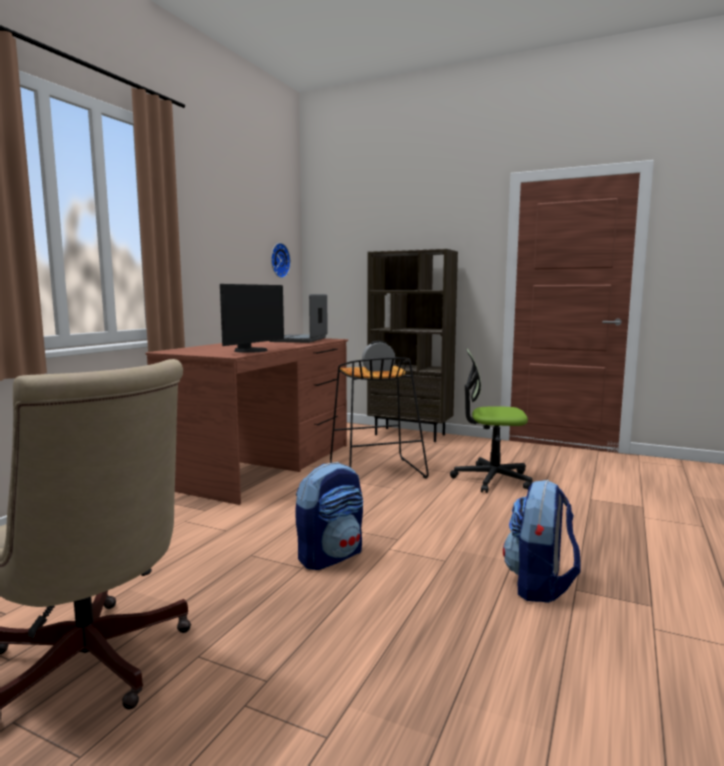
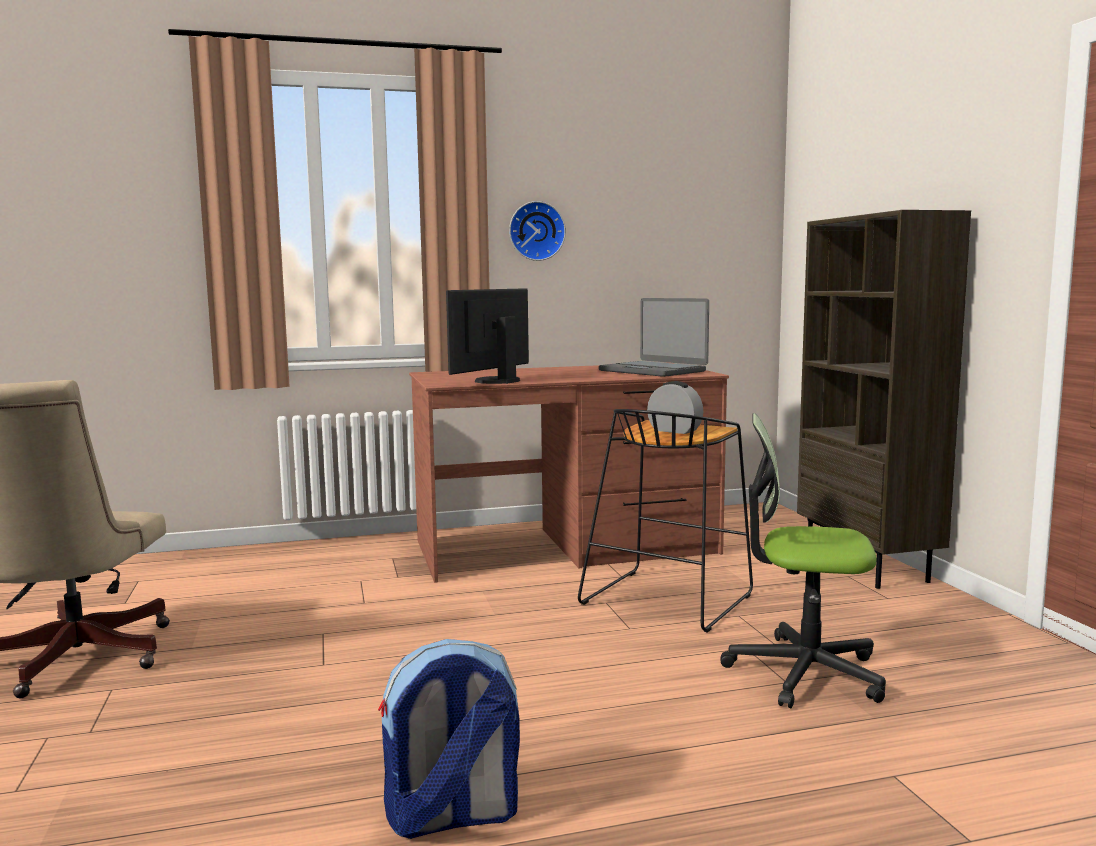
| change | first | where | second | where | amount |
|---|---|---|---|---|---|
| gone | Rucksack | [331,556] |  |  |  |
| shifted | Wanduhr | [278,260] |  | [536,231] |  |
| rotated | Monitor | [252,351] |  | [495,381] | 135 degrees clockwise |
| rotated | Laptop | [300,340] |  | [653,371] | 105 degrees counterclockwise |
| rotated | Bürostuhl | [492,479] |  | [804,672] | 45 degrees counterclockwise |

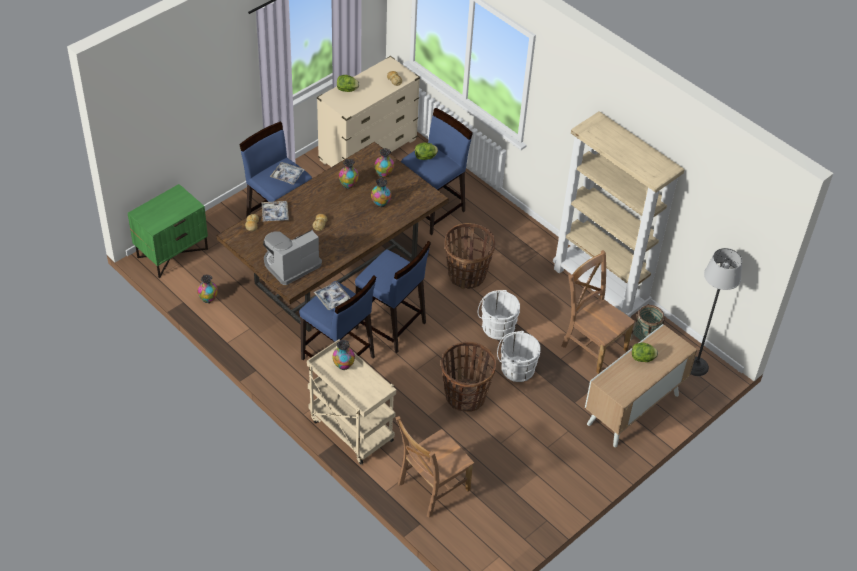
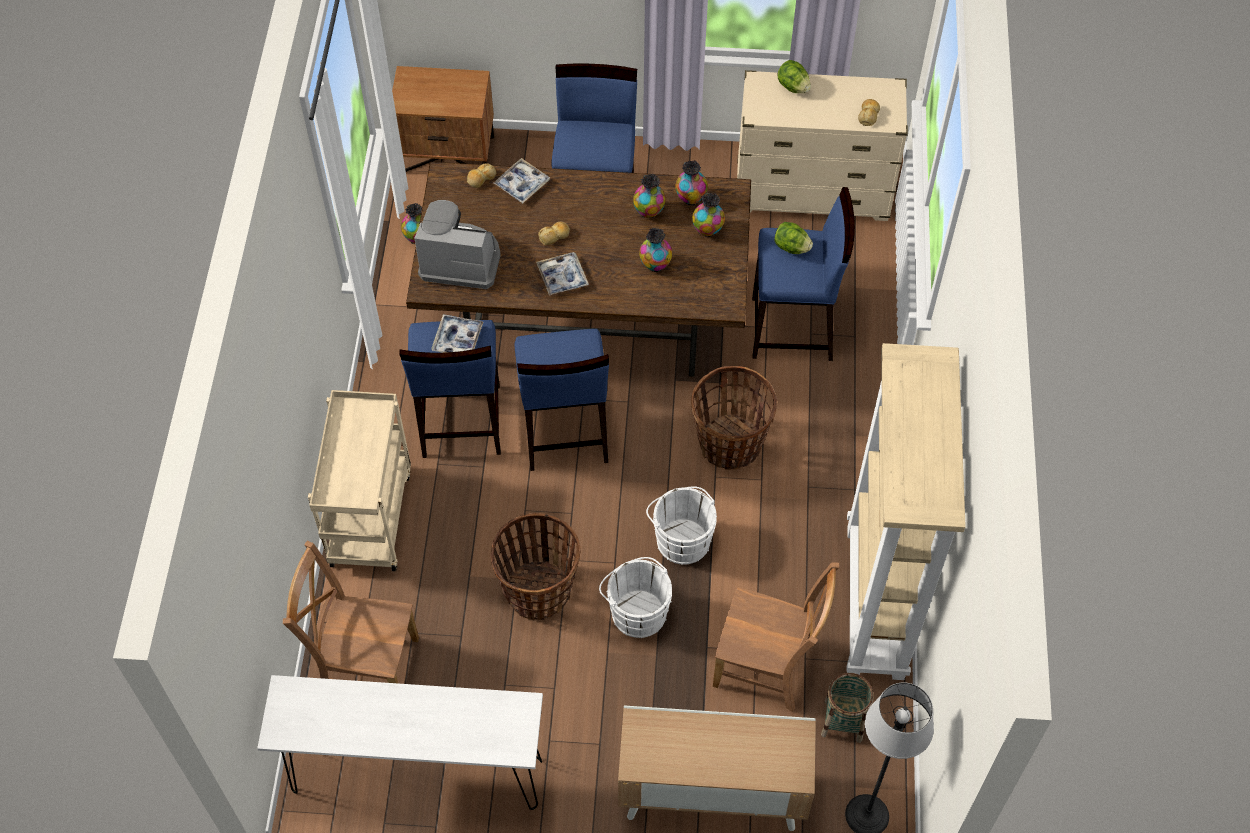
| change | first | where | second | where | amount |
|---|---|---|---|---|---|
| gone | Salatkopf | [643,358] |  |  |  |
| new |  |  | Konsolentisch/weiß | [417,776] |  |
| shifted | Tablett | [287,176] |  | [562,277] |  |
| shifted | Vase | [343,365] |  | [690,198] |  |
| repainted | Nachttisch/grün | [172,252] | Nachttisch/braun | [447,154] |  |
| rotated | Stuhl/braun | [592,346] |  | [767,667] | 105 degrees clockwise |

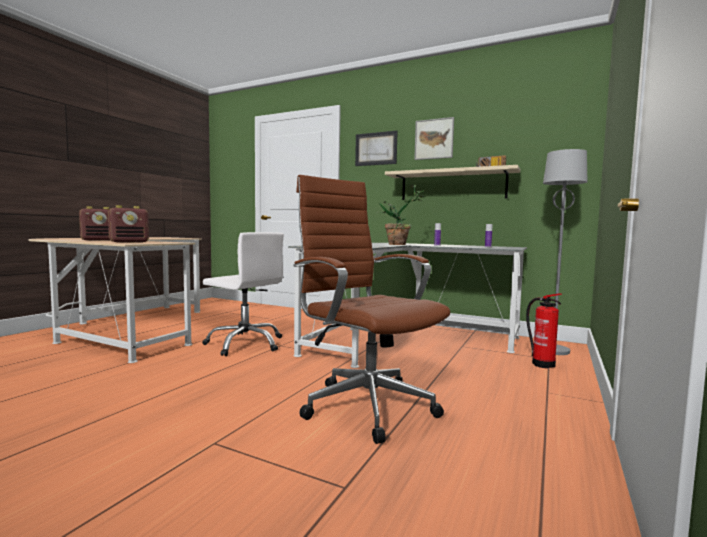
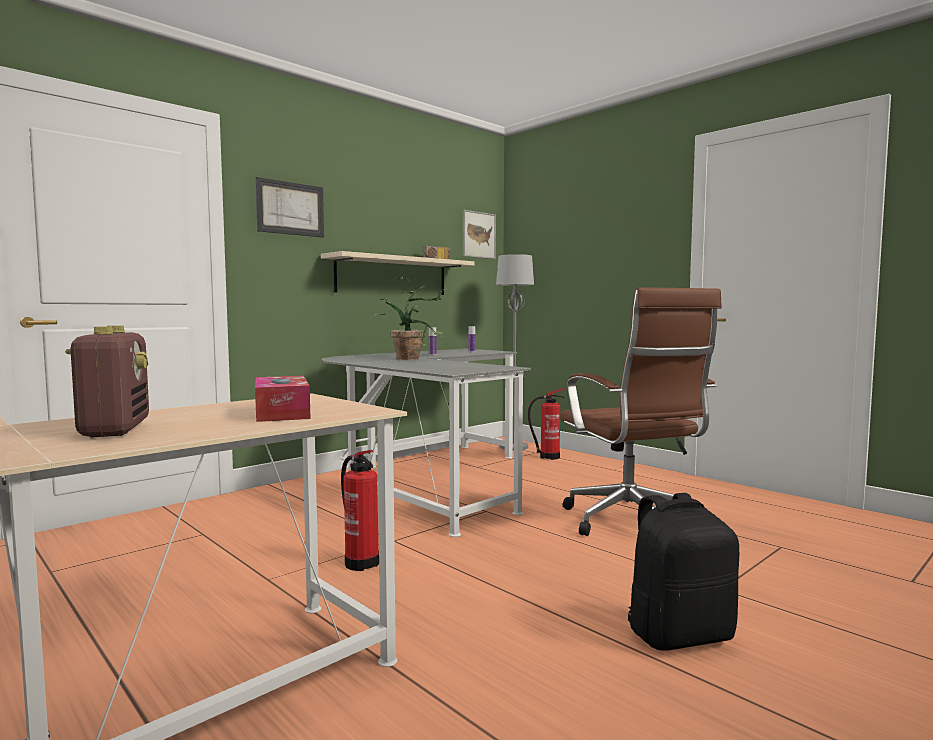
| change | first | where | second | where | amount |
|---|---|---|---|---|---|
| new |  |  | Rucksack/schwarz | [679,634] |  |
| shifted | Bild | [434,139] |  | [478,235] |  |
| swapped | Radio | [129,242] | Taschentuchbox | [282,412] |  |
| swapped | Bürostuhl/weiß | [245,344] | Feuerlöscher | [360,562] |  |
| rotated | Bürostuhl/braun | [365,405] |  | [632,523] | 90 degrees counterclockwise |

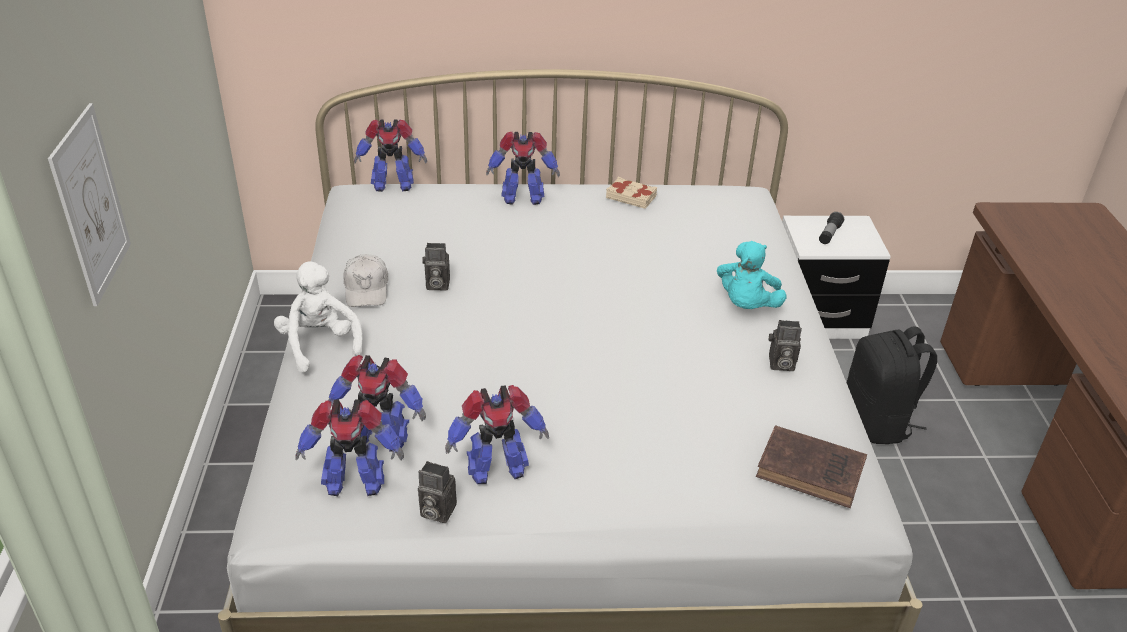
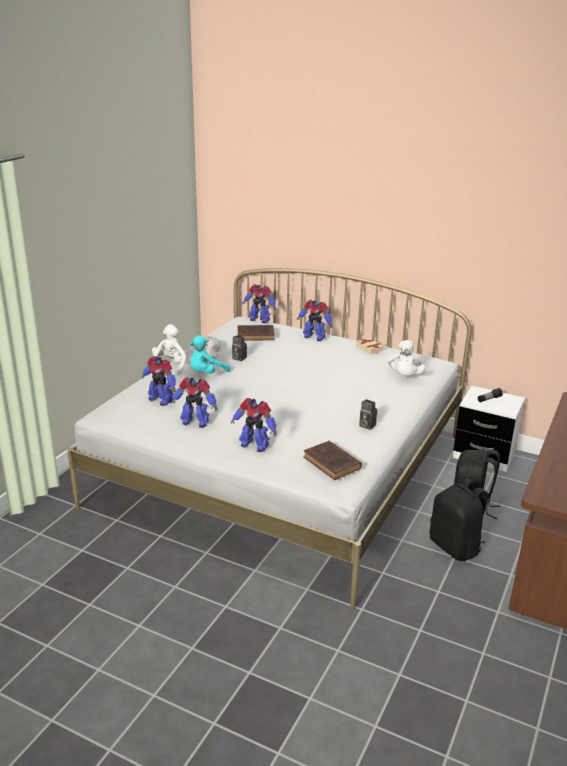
| change | first | where | second | where | amount |
|---|---|---|---|---|---|
| gone | Bild | [91,205] |  |  |  |
| gone | Kamera | [435,511] |  |  |  |
| new |  |  | Buch/braun | [257,335] |  |
| new |  |  | Plüschtier/weiß | [404,376] |  |
| new |  |  | Rucksack/schwarz | [455,547] |  |
| shifted | Spielzeugroboter | [353,482] |  | [254,445] |  |
| shifted | Plüschtier/türkis | [746,305] |  | [206,373] |  |

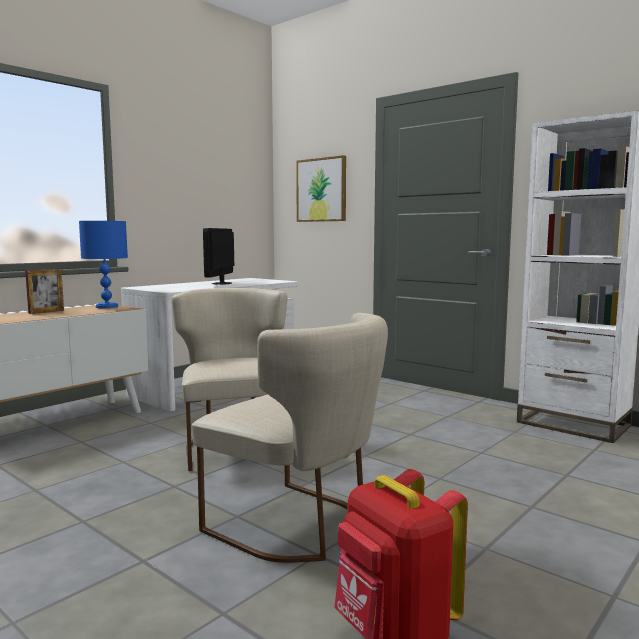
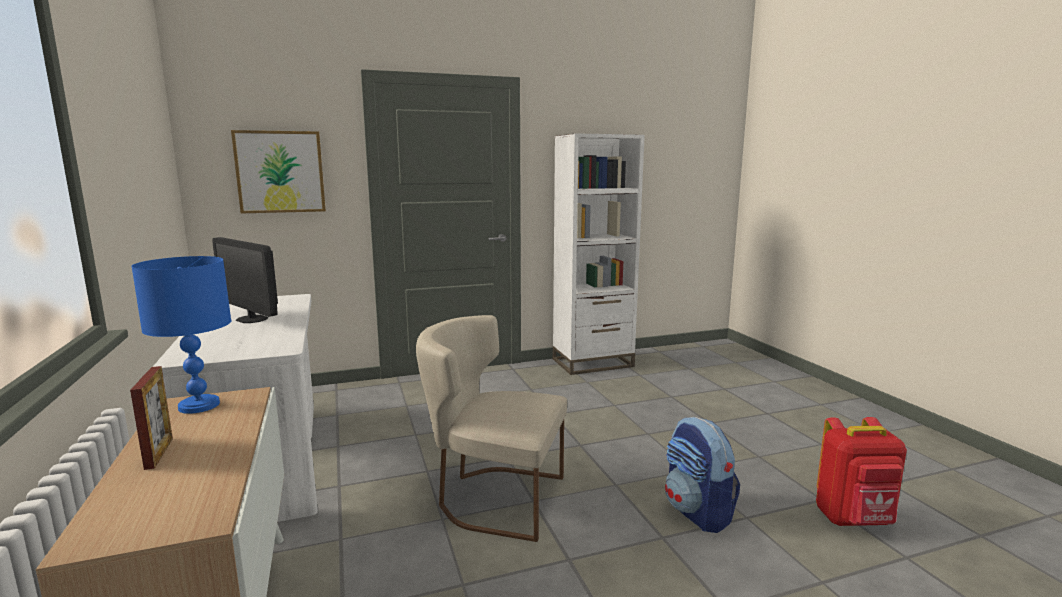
| change | first | where | second | where | amount |
|---|---|---|---|---|---|
| swapped | Stuhl/beige | [299,526] | Rucksack | [698,512] |  |

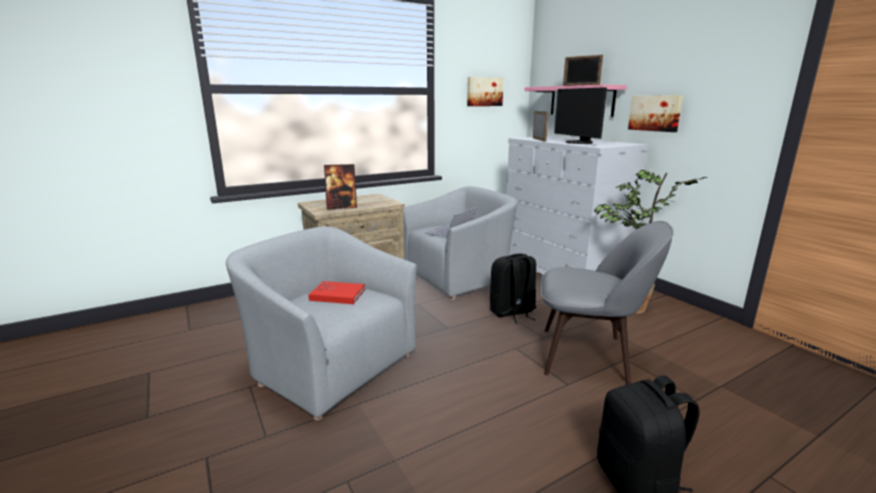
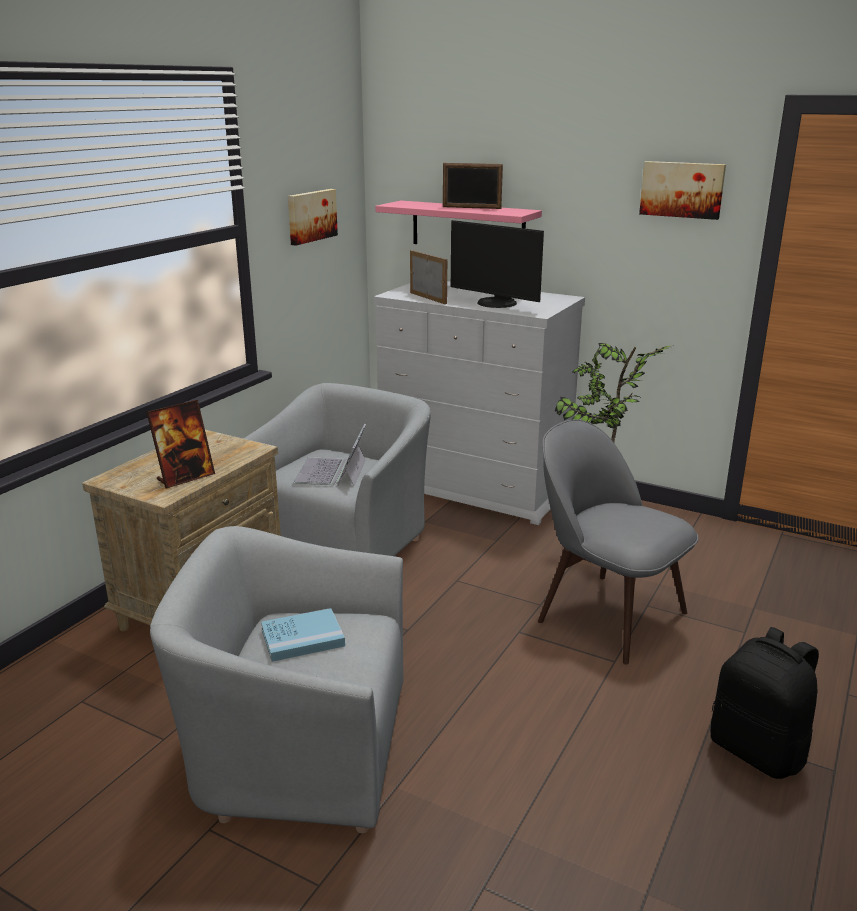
| change | first | where | second | where | amount |
|---|---|---|---|---|---|
| gone | Rucksack/schwarz | [512,312] |  |  |  |
| shifted | Bild | [655,113] |  | [682,189] |  |
| repainted | Buch/rot | [337,295] | Buch/blau | [302,638] |  |
| rotated | Stuhl/grau | [588,355] |  | [607,614] | 120 degrees counterclockwise |

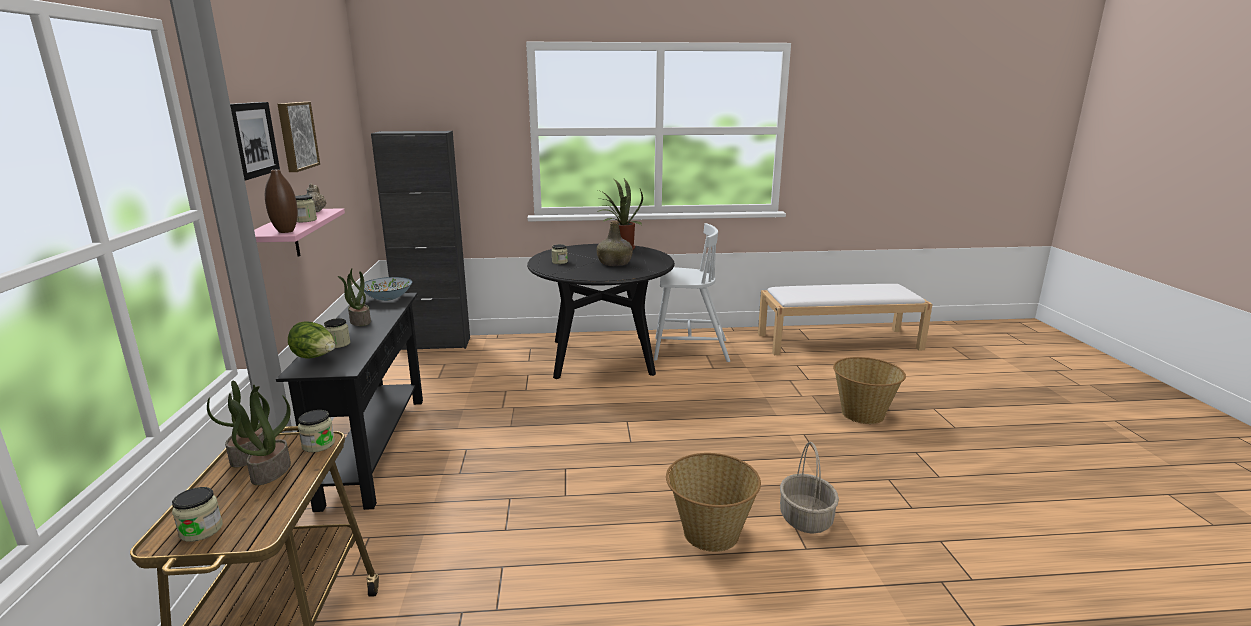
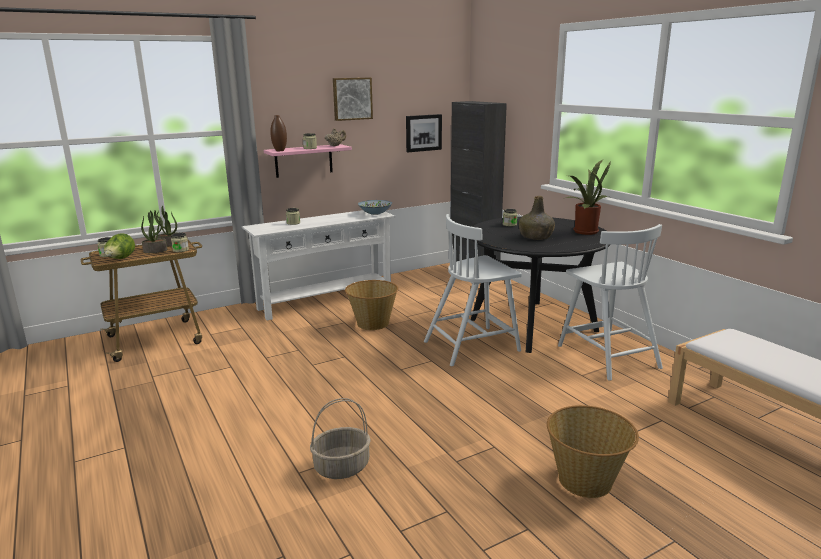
| change | first | where | second | where | amount |
|---|---|---|---|---|---|
| gone | Topfpflanze | [359,321] |  |  |  |
| new |  |  | Stuhl/weiß | [473,345] |  |
| shifted | Bild | [251,139] |  | [423,133] |  |
| shifted | Salatkopf | [315,357] |  | [120,259] |  |
| shifted | Korb | [710,533] |  | [372,323] |  |
| repainted | Konsolentisch/schwarz | [375,448] | Konsolentisch/weiß | [325,301] |  |

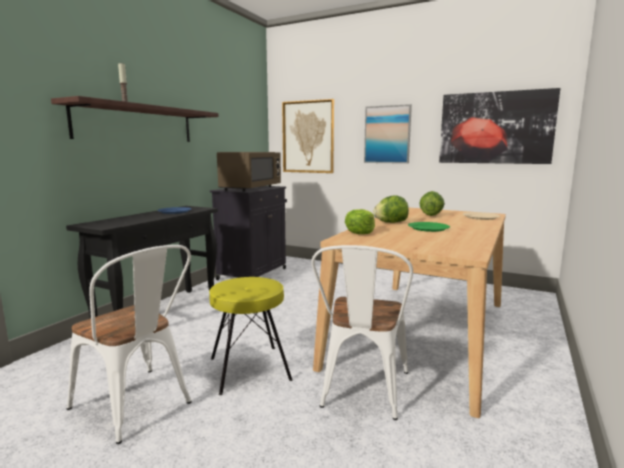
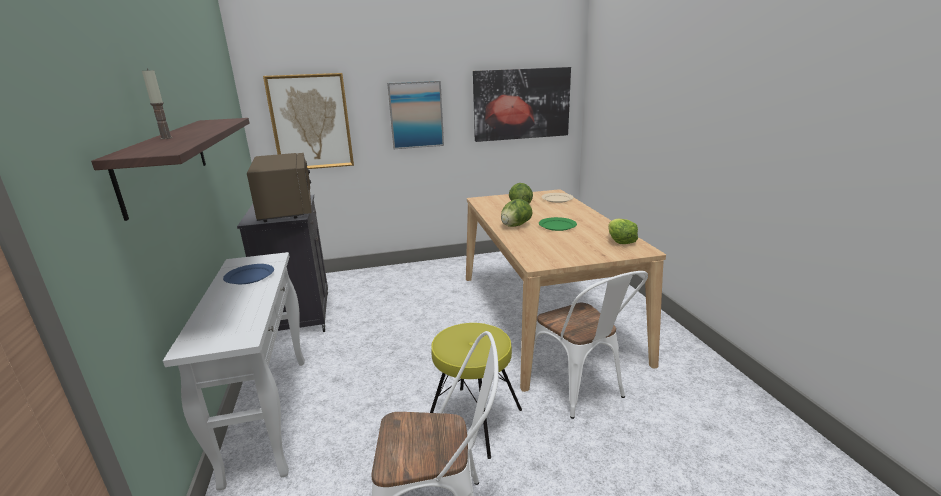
| change | first | where | second | where | amount |
|---|---|---|---|---|---|
| shifted | Salatkopf | [361,232] |  | [620,241] |  |
| repainted | Konsolentisch/schwarz | [160,312] | Konsolentisch/weiß | [268,414] |  |

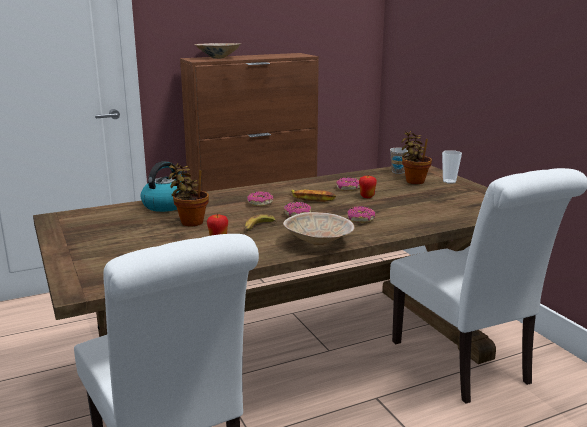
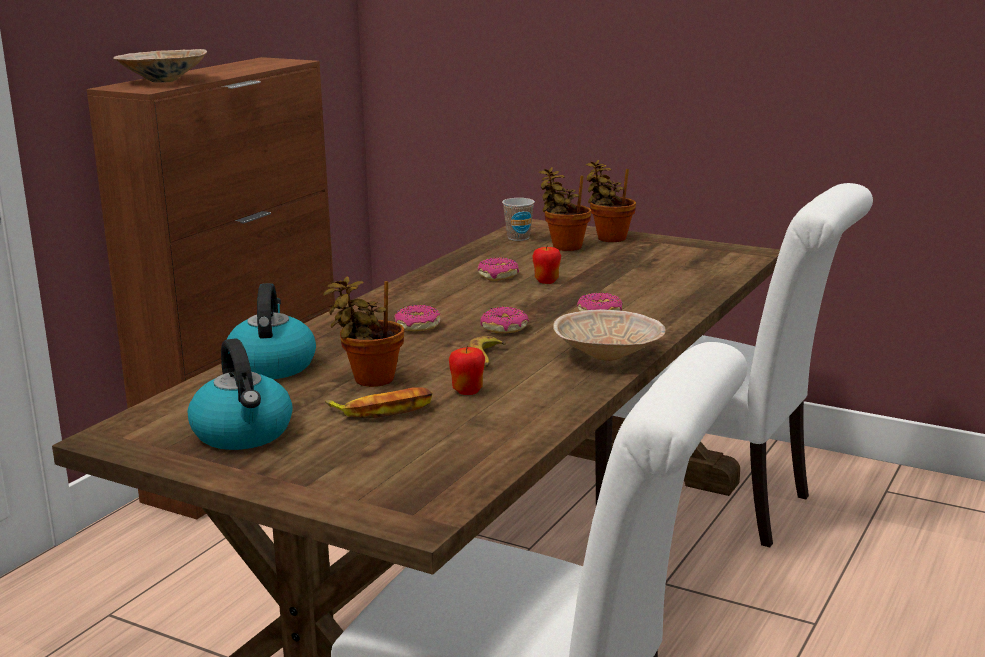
| change | first | where | second | where | amount |
|---|---|---|---|---|---|
| new |  |  | Wasserkessel | [243,433] |  |
| shifted | Banane | [312,198] |  | [383,410] |  |
| swapped | Tasse | [449,181] | Topfpflanze | [609,237] |  |

